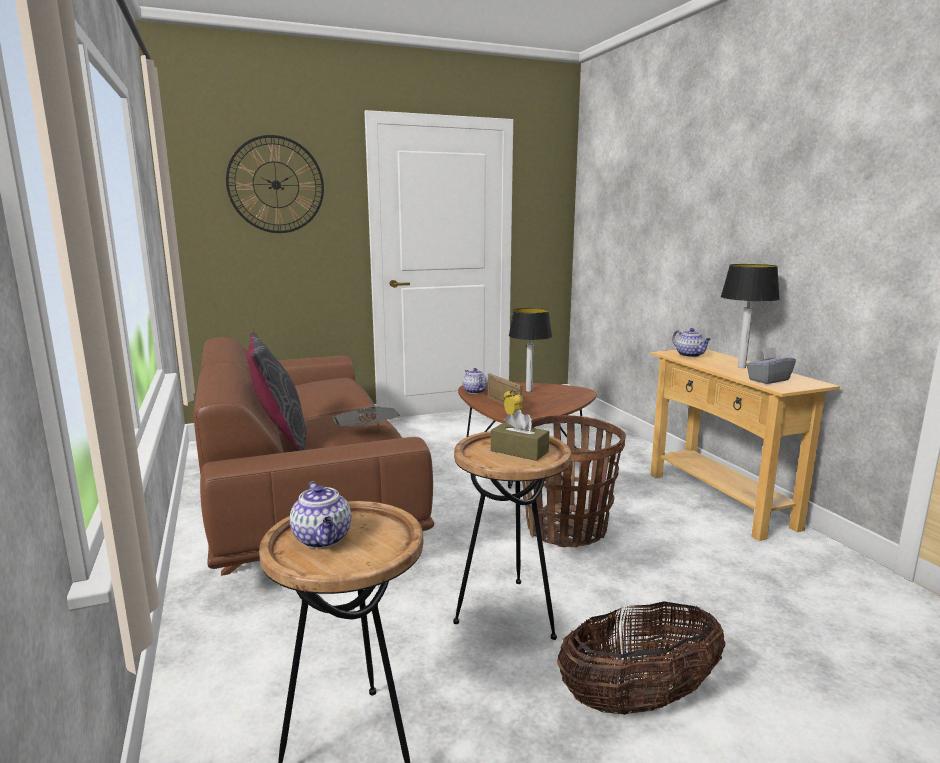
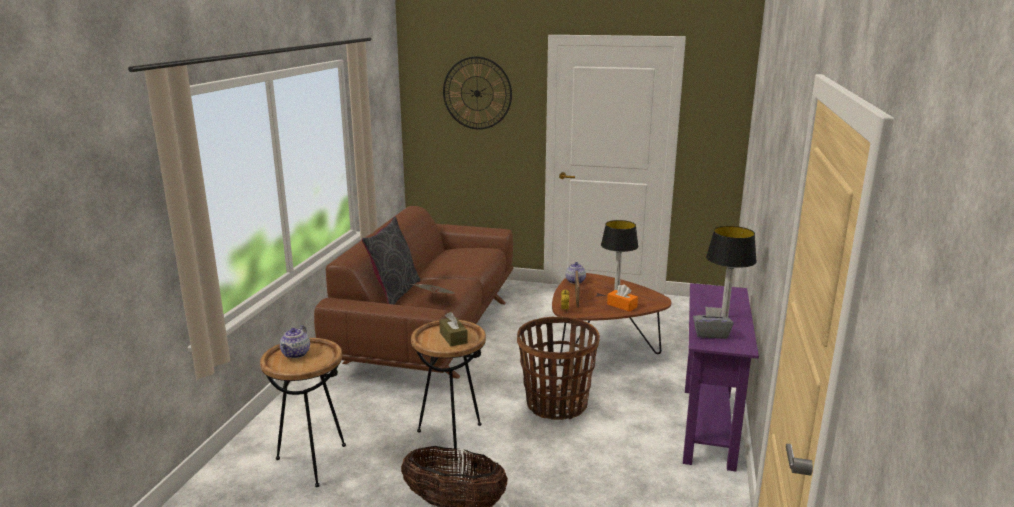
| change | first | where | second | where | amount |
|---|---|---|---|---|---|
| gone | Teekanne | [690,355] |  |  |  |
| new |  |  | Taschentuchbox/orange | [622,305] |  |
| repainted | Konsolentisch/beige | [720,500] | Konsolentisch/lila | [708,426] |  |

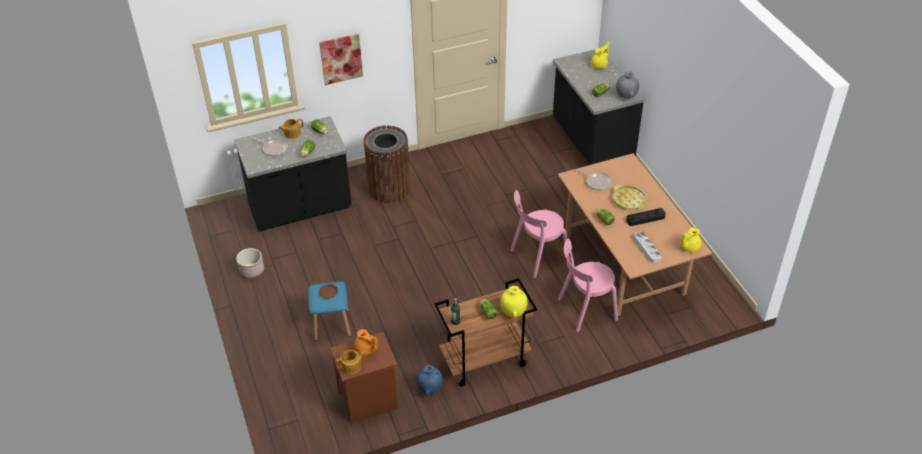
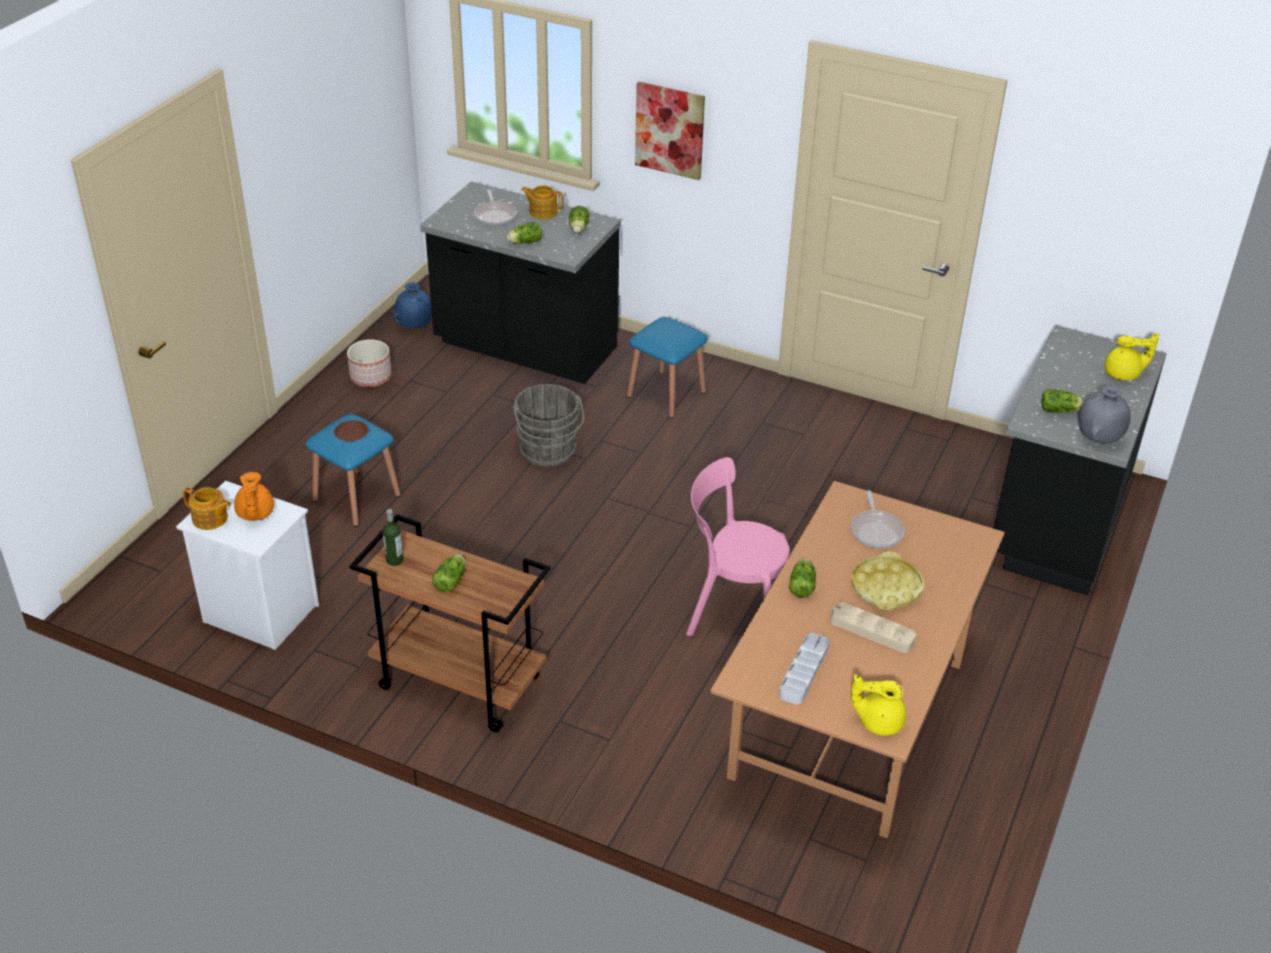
| change | first | where | second | where | amount |
|---|---|---|---|---|---|
| gone | Vase/gelb | [513,312] |  |  |  |
| gone | Stuhl/rosa | [584,310] |  |  |  |
| new |  |  | Eimer/grau | [548,452] |  |
| shifted | Vase/blau | [430,389] |  | [415,326] |  |
| swapped | Mülleimer/braun | [389,188] | Hocker/blau | [666,394] |  |
| repainted | Nachttisch/braun | [368,401] | Nachttisch/weiß | [258,613] |  |
| repainted | Tablett/schwarz | [645,219] | Tablett/beige | [871,631] |  |

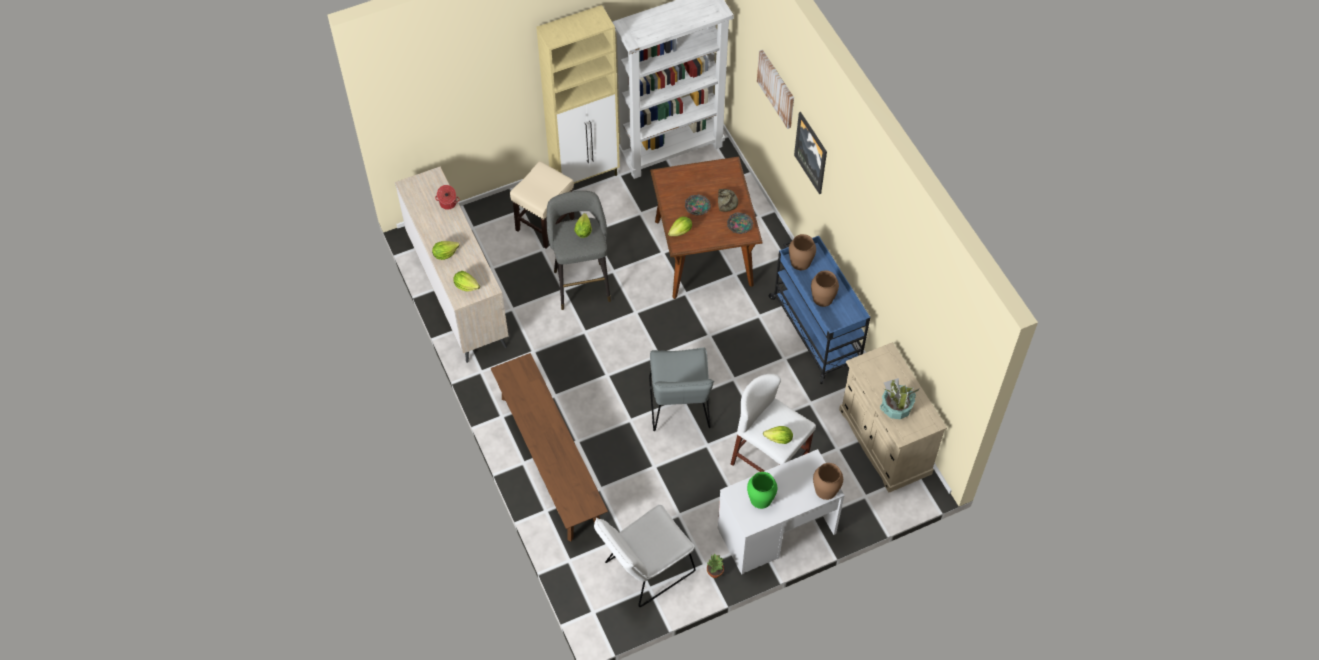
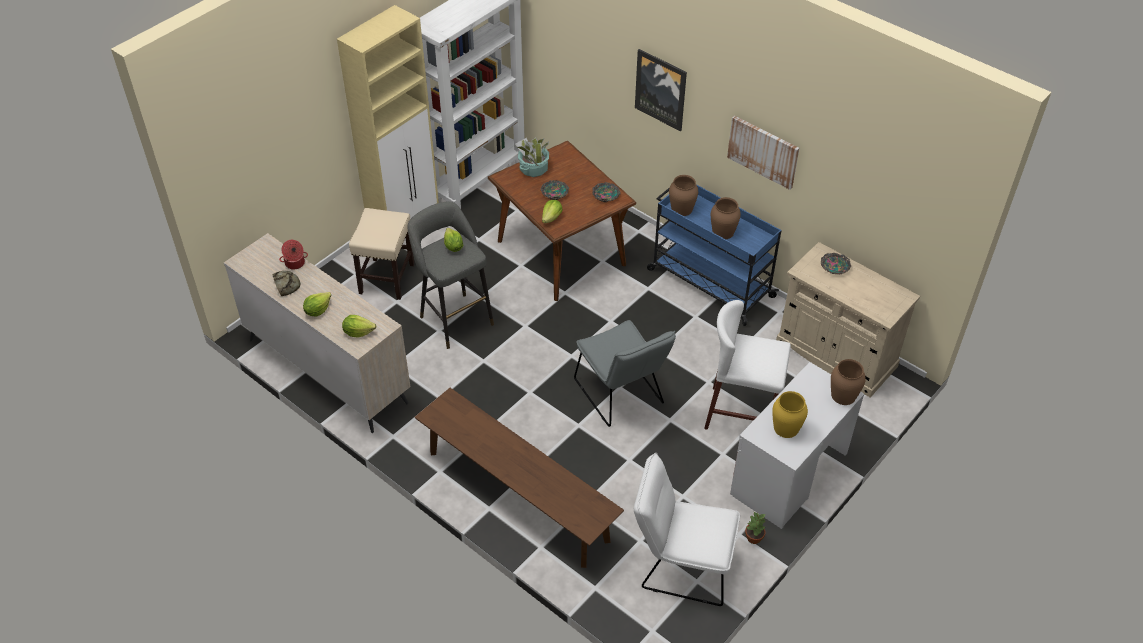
| change | first | where | second | where | amount |
|---|---|---|---|---|---|
| gone | Salatkopf | [779,439] |  |  |  |
| new |  |  | Schüssel | [834,267] |  |
| shifted | Brot | [726,201] |  | [286,284] |  |
| shifted | Bild | [776,88] |  | [763,151] |  |
| shifted | Topfpflanze | [896,407] |  | [533,169] |  |
| repainted | Vase/grün | [760,498] | Vase/gelb | [786,427] |  |
| rotated | Stuhl/weiß | [644,570] |  | [680,565] | 75 degrees clockwise |

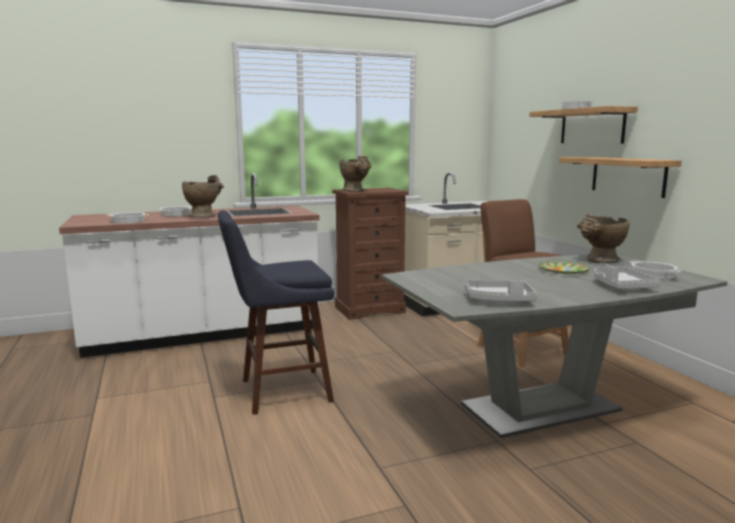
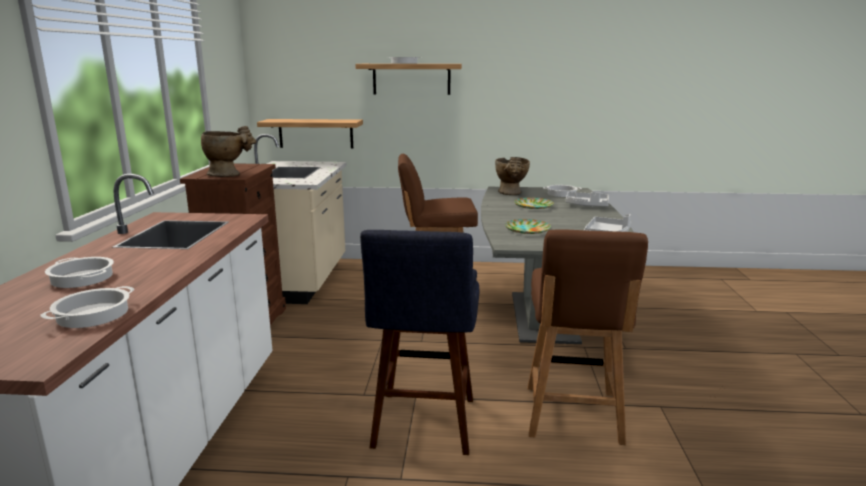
| change | first | where | second | where | amount |
|---|---|---|---|---|---|
| gone | Vase/beige | [205,216] |  |  |  |
| new |  |  | Teller | [527,230] |  |
| new |  |  | Stuhl/braun | [572,415] |  |
| shifted | Wandregal | [628,176] |  | [316,133] |  |

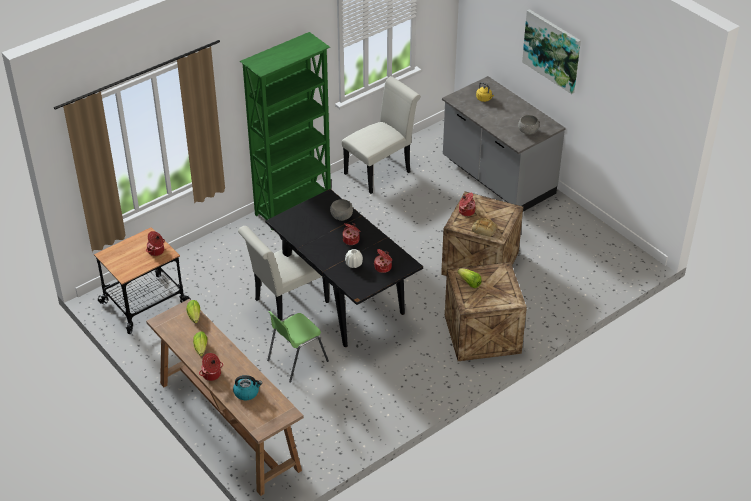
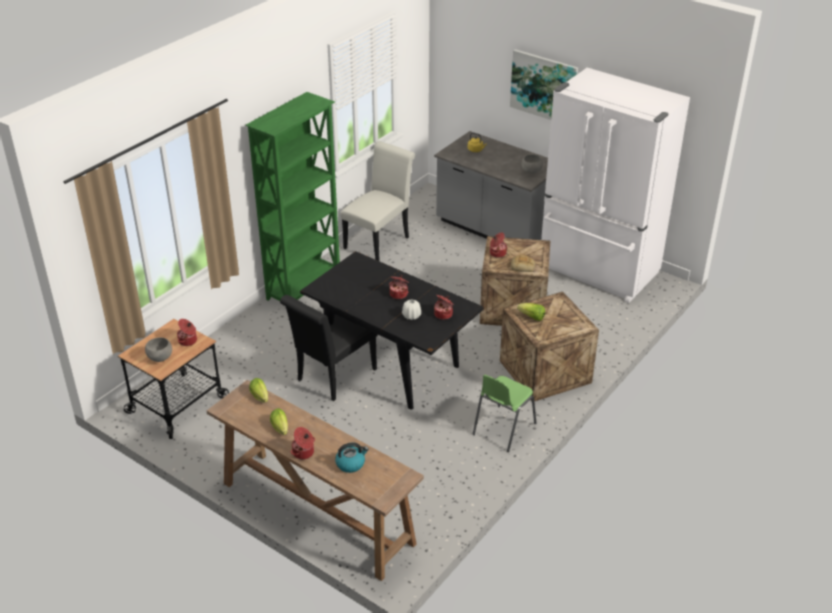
| change | first | where | second | where | amount |
|---|---|---|---|---|---|
| new |  |  | Kühlschrank/weiß | [597,271] |  |
| shifted | Stuhl/grün | [296,360] |  | [503,429] |  |
| shifted | Schüssel/grau | [341,217] |  | [160,358] |  |
| repainted | Stuhl/weiß | [287,303] | Stuhl/schwarz | [333,377] |  |

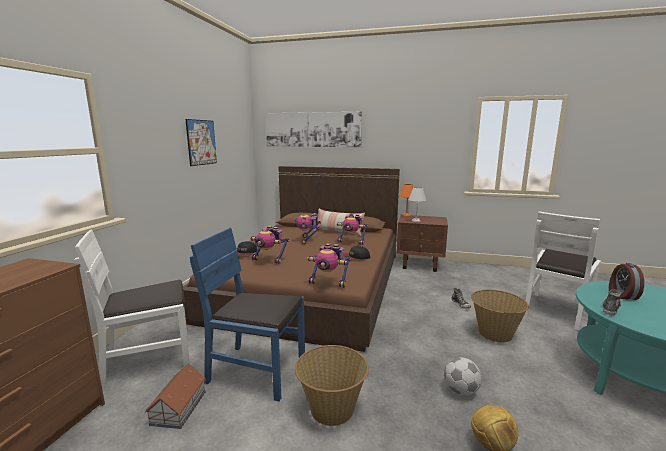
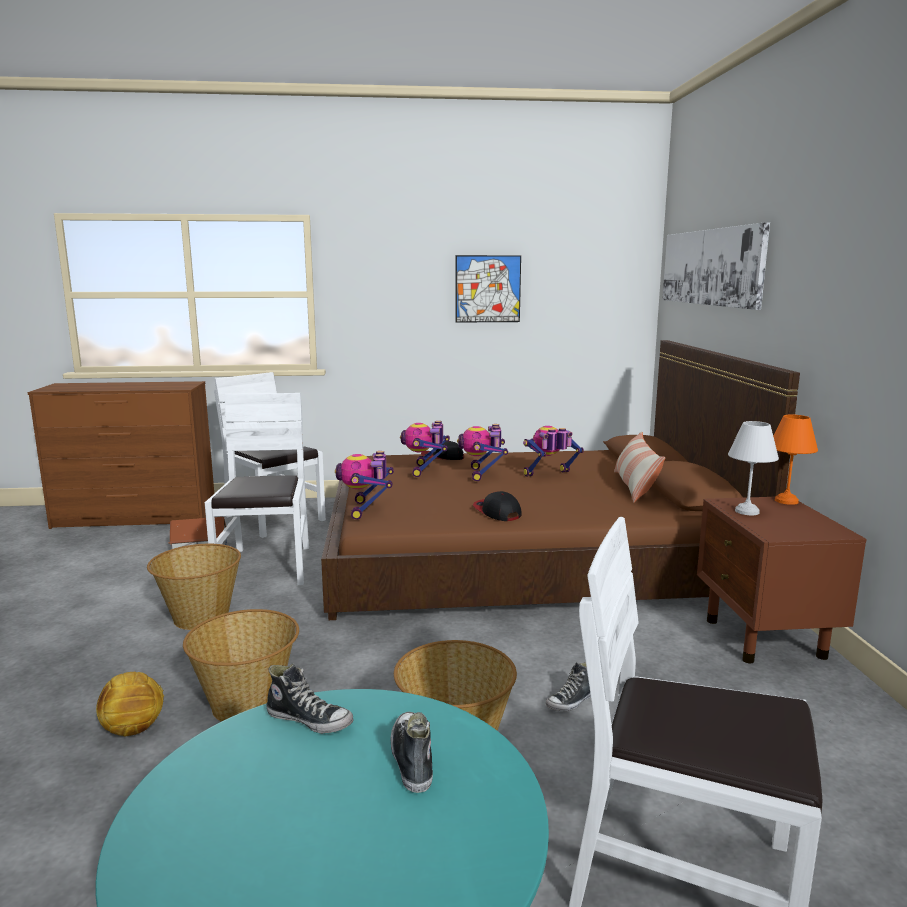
| change | first | where | second | where | amount |
|---|---|---|---|---|---|
| shifted | Spielzeugroboter | [351,242] |  | [483,474] |  |
| swapped | Fußball | [461,391] | Korb | [247,704] |  |
| swapped | Wecker | [622,294] | Schuh | [412,759] |  |
| repainted | Stuhl/blau | [257,370] | Stuhl/weiß | [266,566] |  |

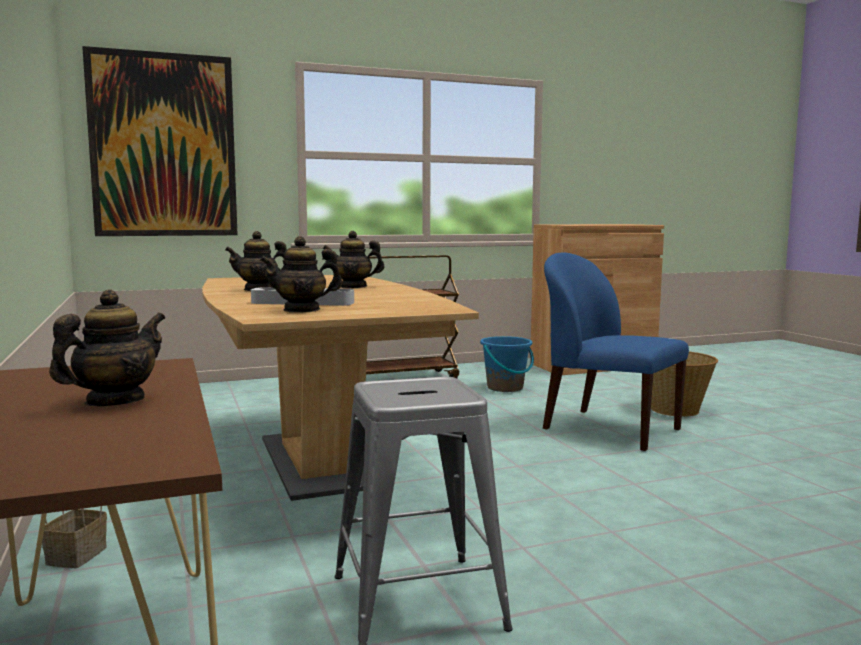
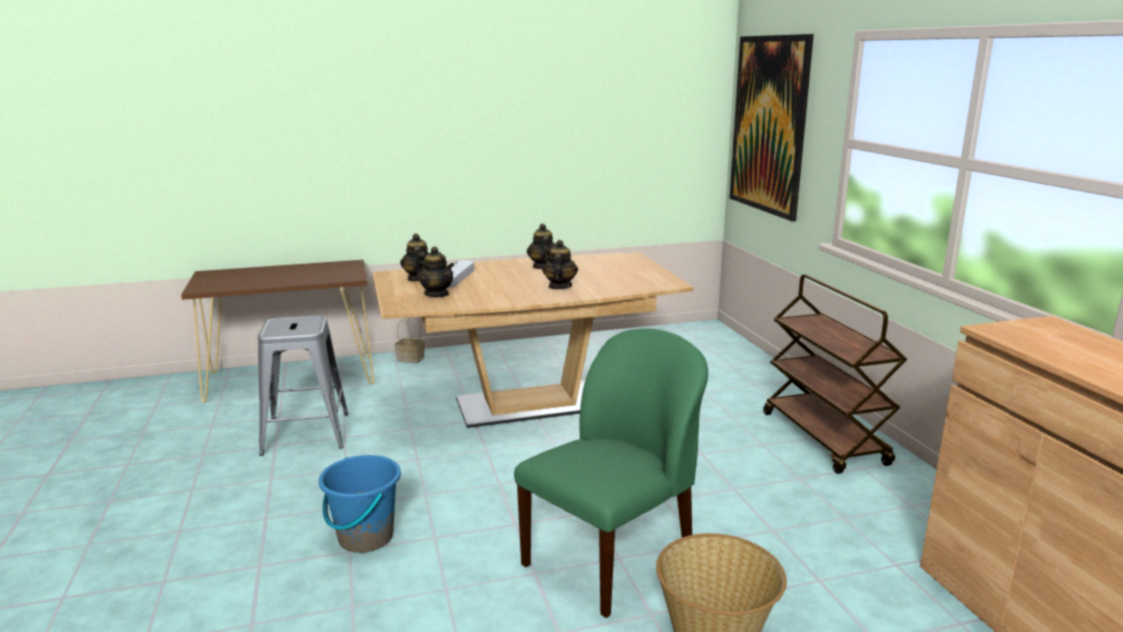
| change | first | where | second | where | amount |
|---|---|---|---|---|---|
| shifted | Teekanne | [114,401] |  | [437,294] |  |
| shifted | Eimer/blau | [505,388] |  | [365,537] |  |
| repainted | Stuhl/blau | [608,429] | Stuhl/grün | [611,557] |  |

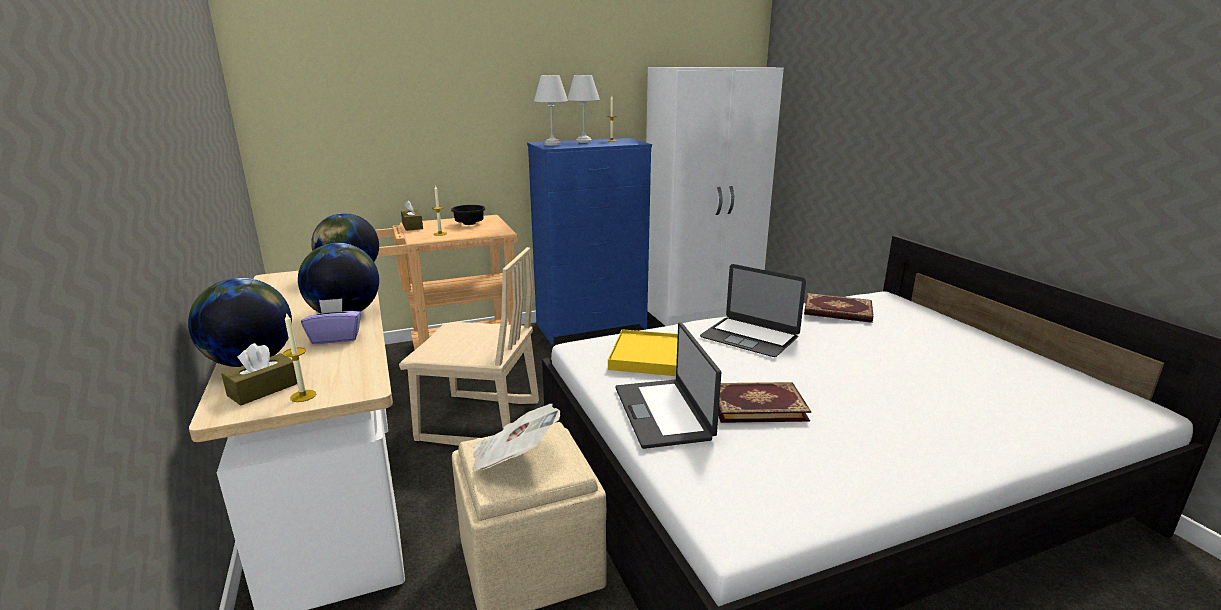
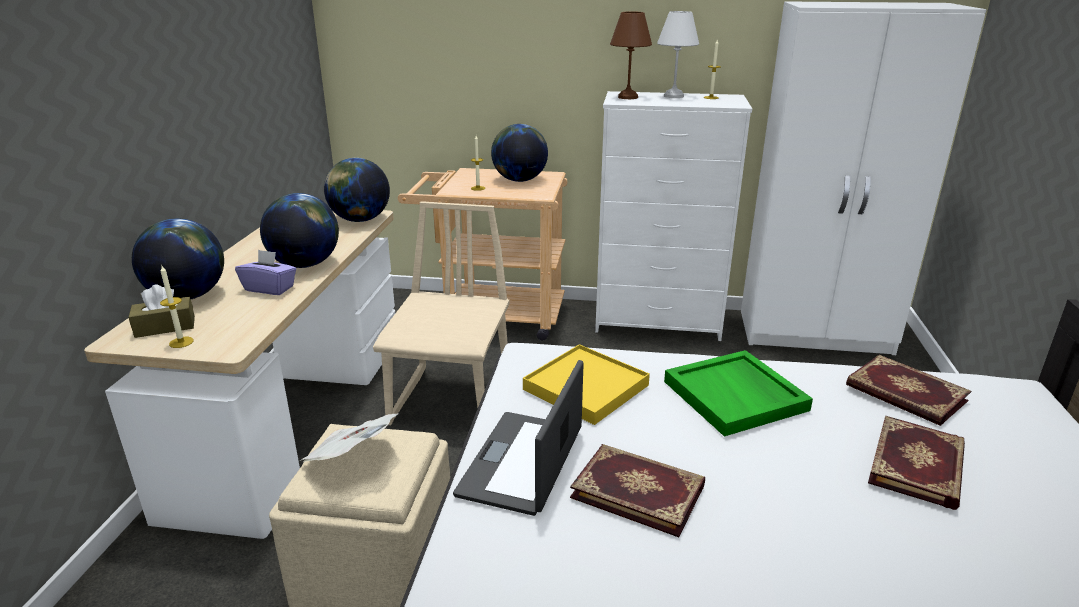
| change | first | where | second | where | amount |
|---|---|---|---|---|---|
| gone | Taschentuchbox/braun | [412,226] |  |  |  |
| new |  |  | Buch | [918,465] |  |
| swapped | Schüssel/schwarz | [468,224] | Globus | [519,180] |  |
| swapped | Laptop | [749,337] | Tablett/grün | [736,396] |  |
| repainted | Kommode/blau | [592,326] | Kommode/weiß | [658,321] |  |
| repainted | Tischlampe/weiß | [553,144] | Tischlampe/braun | [628,97] |  |
| rotated | Stuhl/beige | [479,422] |  | [453,401] | 120 degrees counterclockwise |

